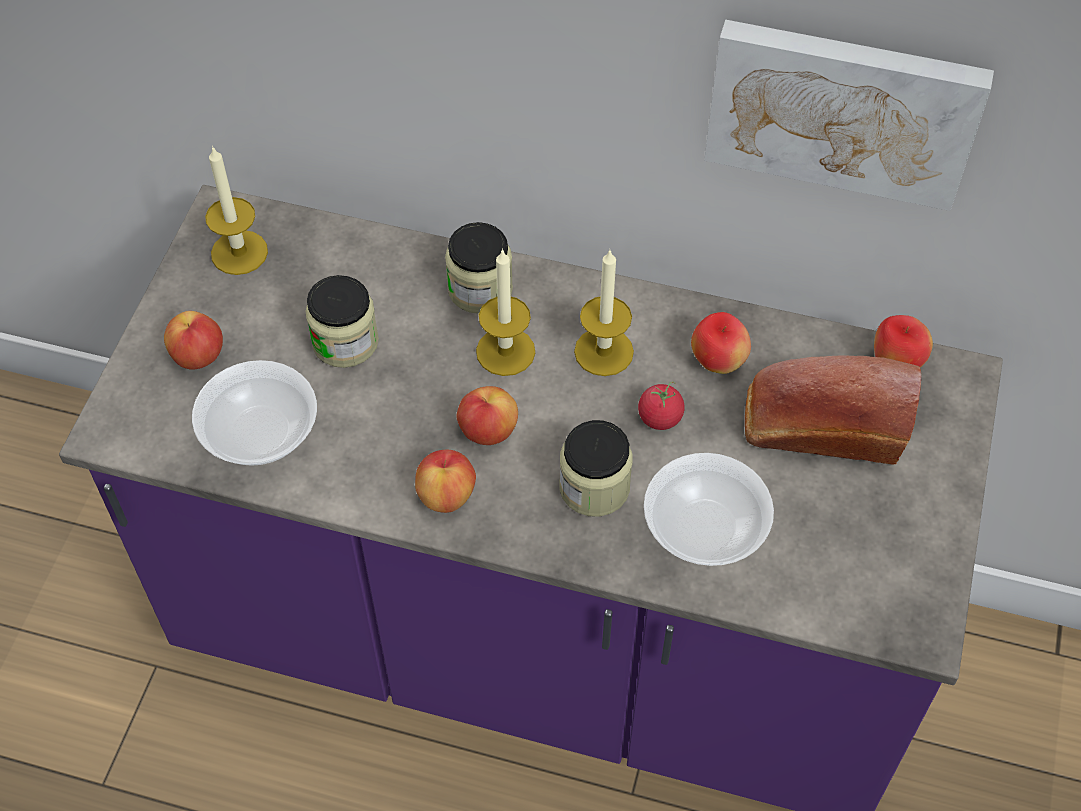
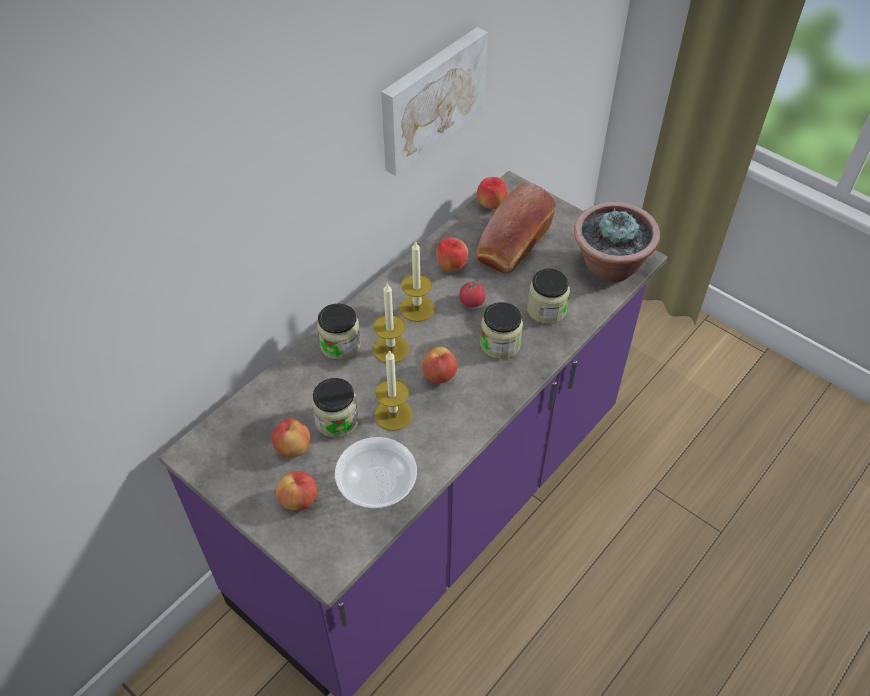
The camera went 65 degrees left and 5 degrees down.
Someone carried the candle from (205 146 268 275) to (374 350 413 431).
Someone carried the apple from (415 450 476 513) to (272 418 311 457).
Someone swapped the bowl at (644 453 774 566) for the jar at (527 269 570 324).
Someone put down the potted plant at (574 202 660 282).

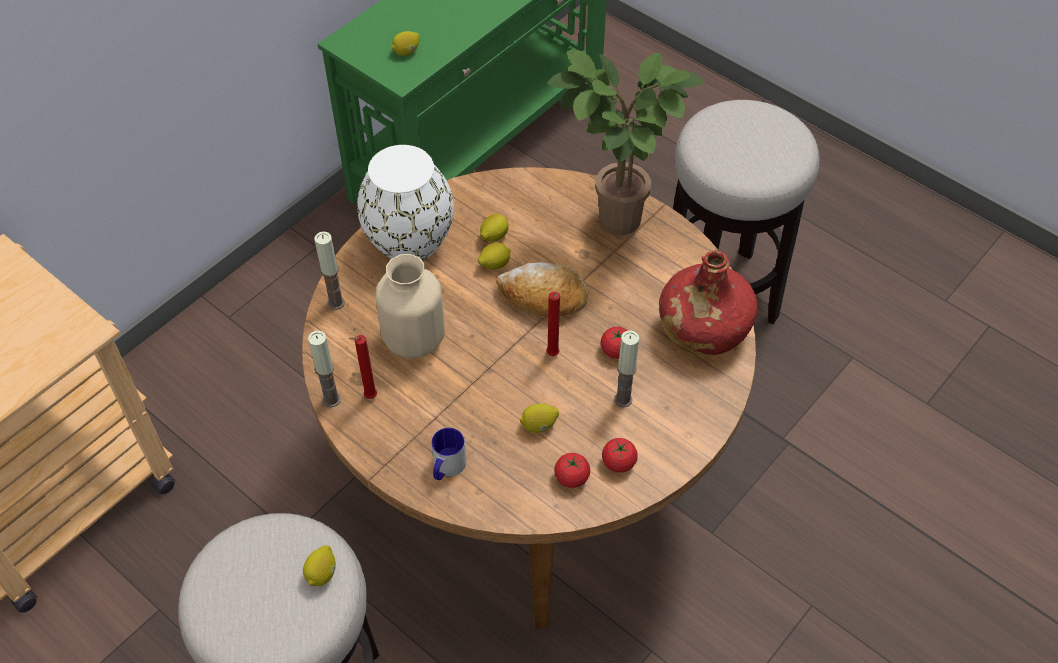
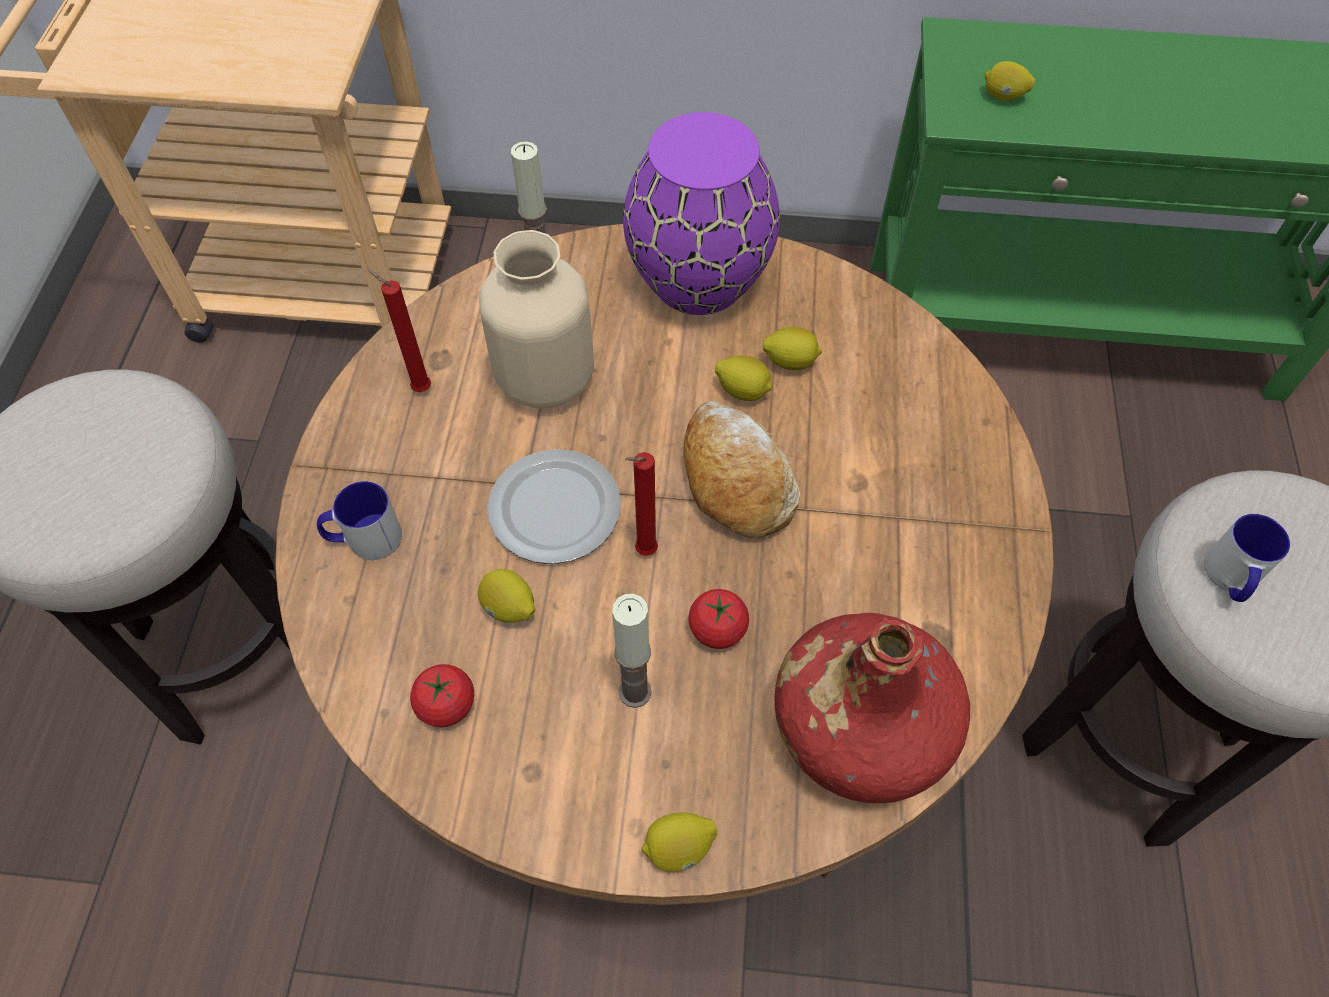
The camera went 55 degrees right and 5 degrees up.
Someone carried the lemon from (303 545 336 586) to (642 812 717 872).
Someone took away the candle at (308 331 341 407).
Someone repainted the white vase at (357 145 454 261), which became the purple vase at (623 112 780 315).
Someone took away the potted plant at (548 50 705 236).
Someone took away the tomato at (602 438 638 473).
Someone put down the plate at (487 449 621 564).
Someone put down the mug at (1204 514 1290 602).

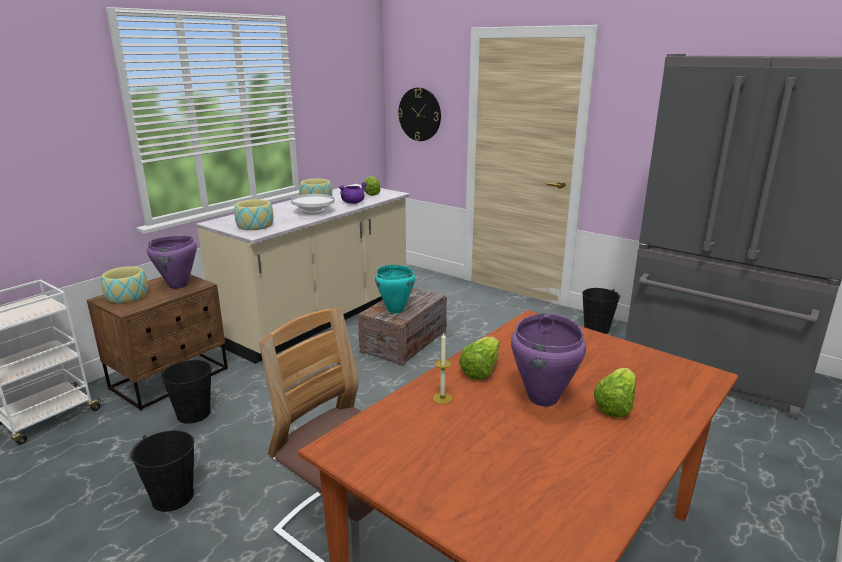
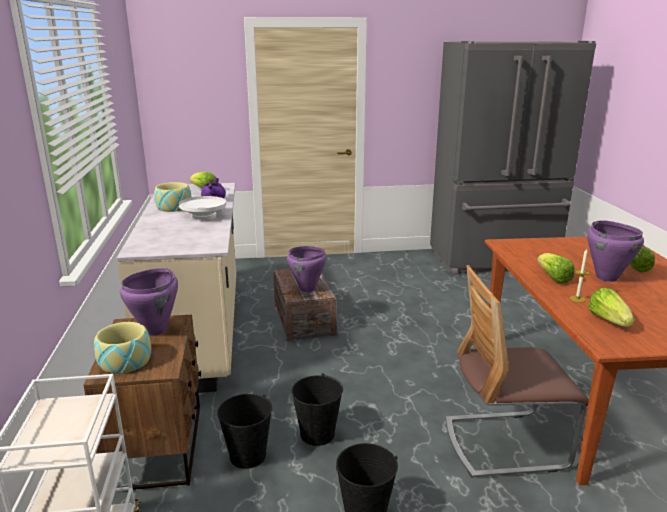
The camera went 45 degrees left and 0 degrees up.
Someone took away the bowl at (234 199 274 230).
Someone repainted the turquoise cooking pot at (375 265 415 313), which became the purple cooking pot at (287 246 327 292).
Someone took away the wall clock at (398 88 441 141).
Someone carried the black bucket from (582 288 620 334) to (292 373 343 446).
Someone put down the lettuce at (588 288 634 327).

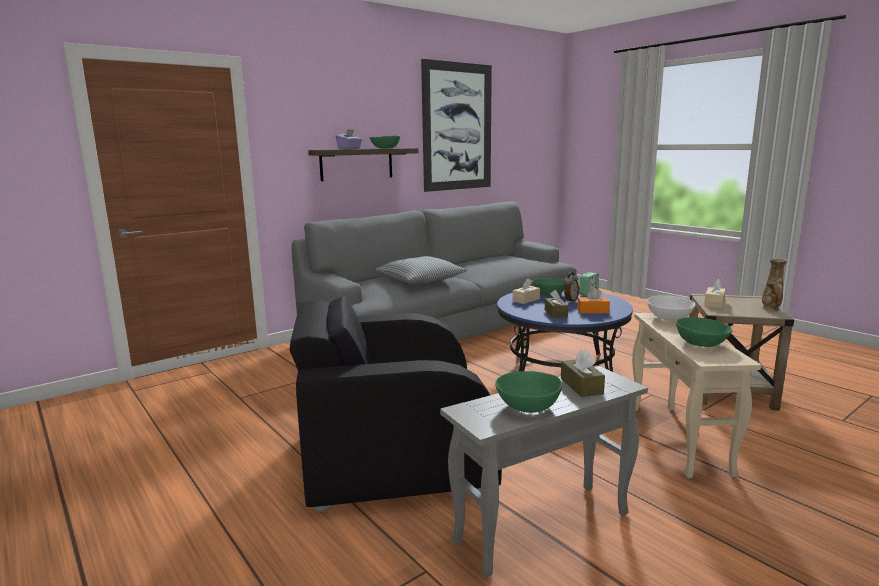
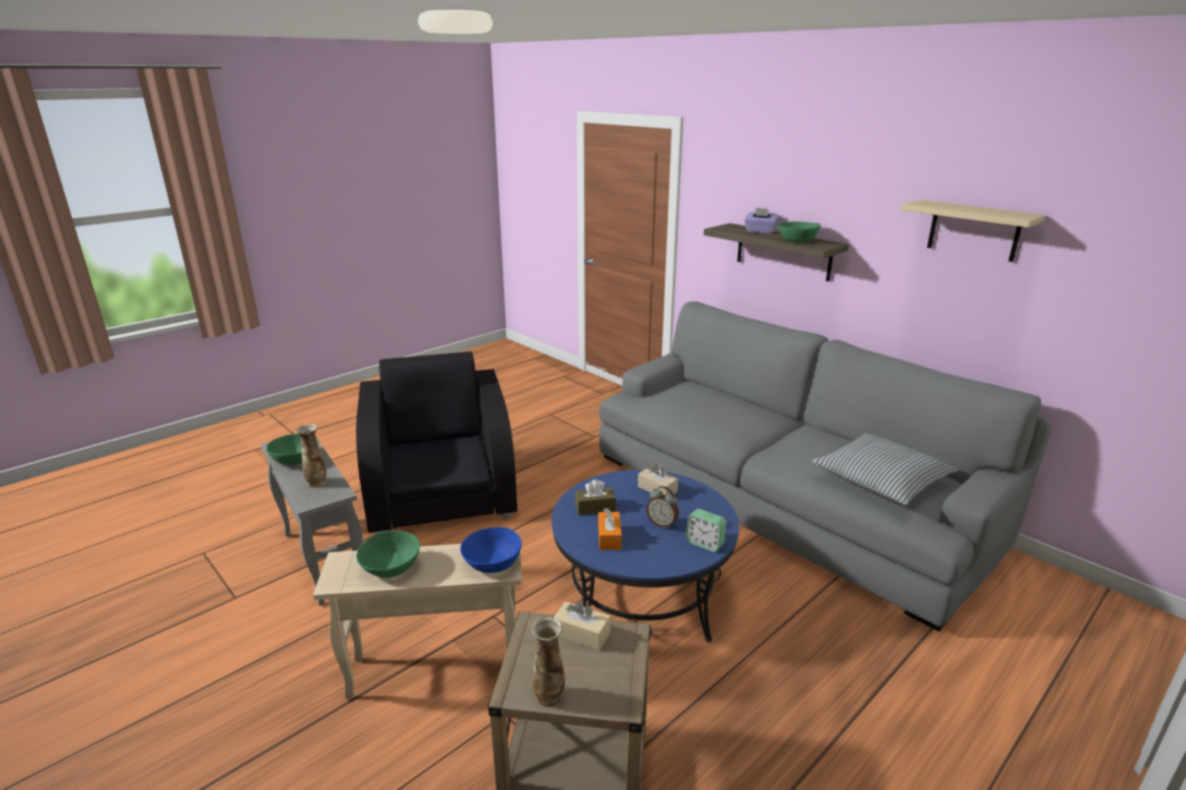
The camera went 85 degrees right and 10 degrees up.
Someone carried the pillow from (376 256 467 284) to (811 433 958 505).
Someone swapped the picture at (421 59 492 192) for the beige shelf at (900 200 1046 262).
Someone took away the green bowl at (533 278 565 296).
Someone swapped the brown tissue box at (561 349 605 397) for the vase at (296 424 326 488).
Someone repainted the white bowl at (647 295 696 320), which became the blue bowl at (460 527 522 573).

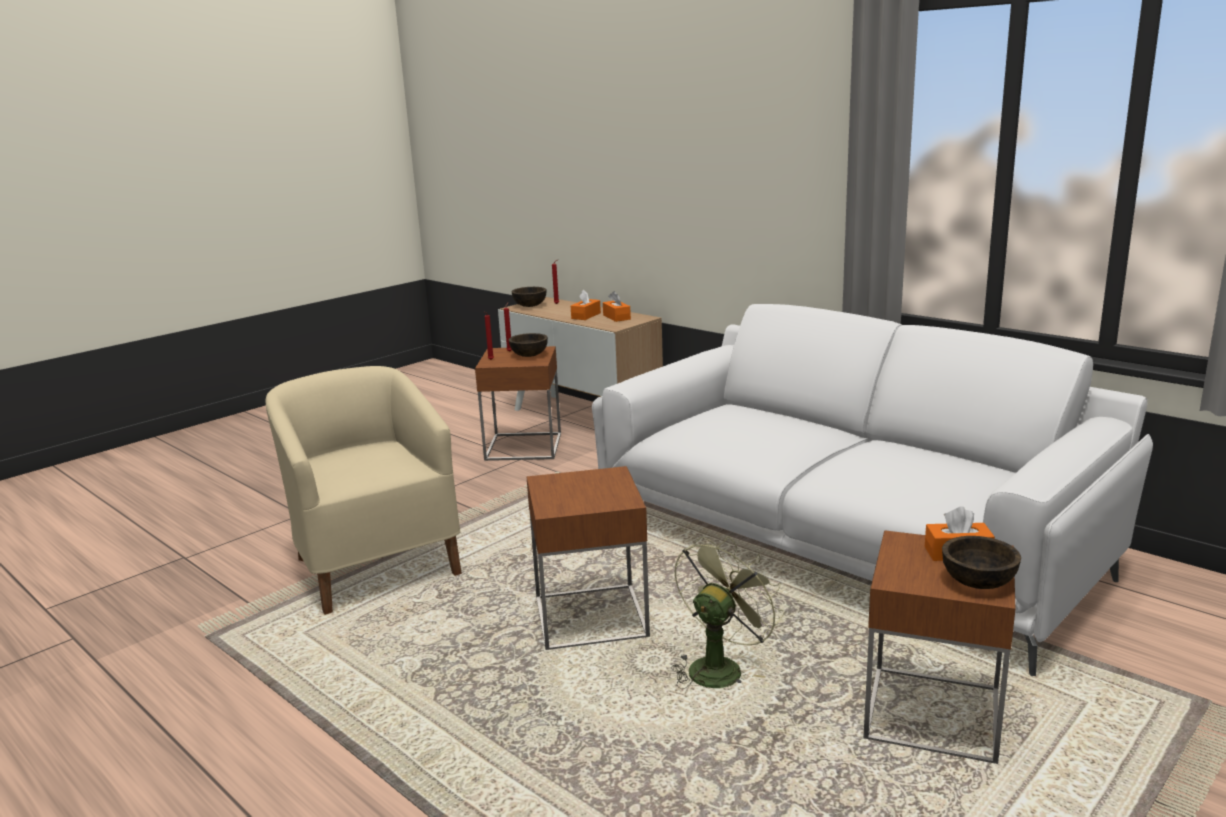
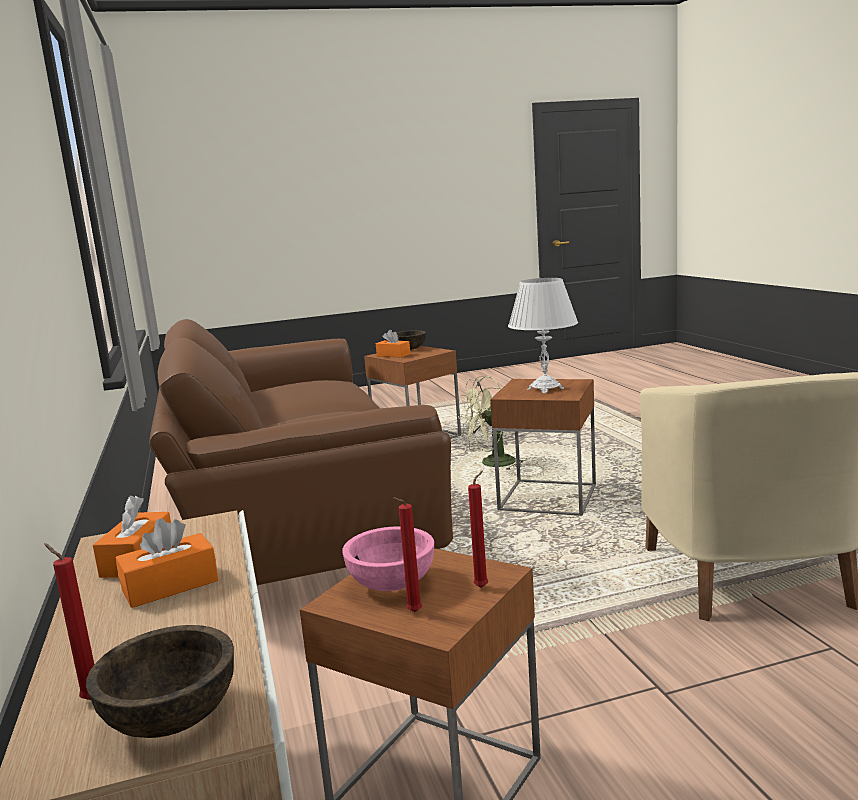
The camera went 150 degrees left and 5 degrees down.
Someone repainted the brown bowl at (509 333 548 357), which became the pink bowl at (342 526 434 591).
Someone repainted the white sofa at (592 304 1153 676), which became the brown sofa at (149 319 453 585).
Someone put down the white table lamp at (508 278 578 394).

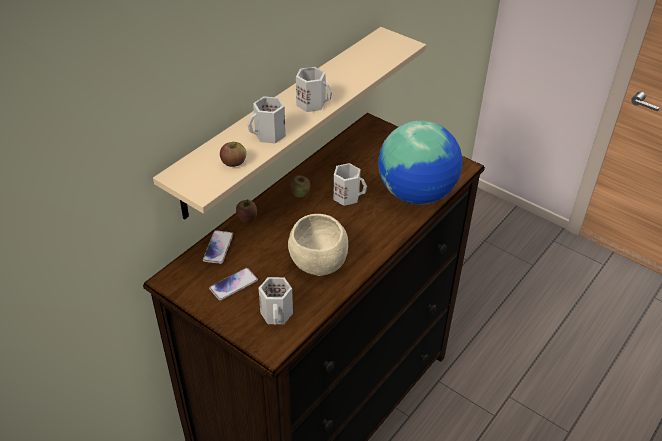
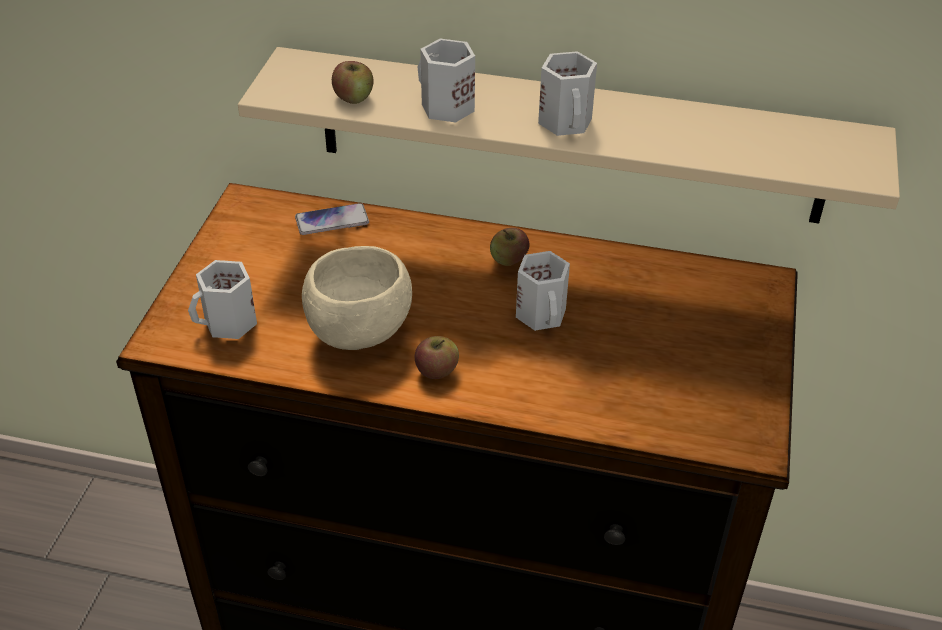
The camera went 65 degrees right and 0 degrees up.
Someone took away the phone at (209 268 258 301).
Someone carried the apple from (236 199 257 222) to (415 336 459 379).
Someone took away the globe at (378 121 462 204).

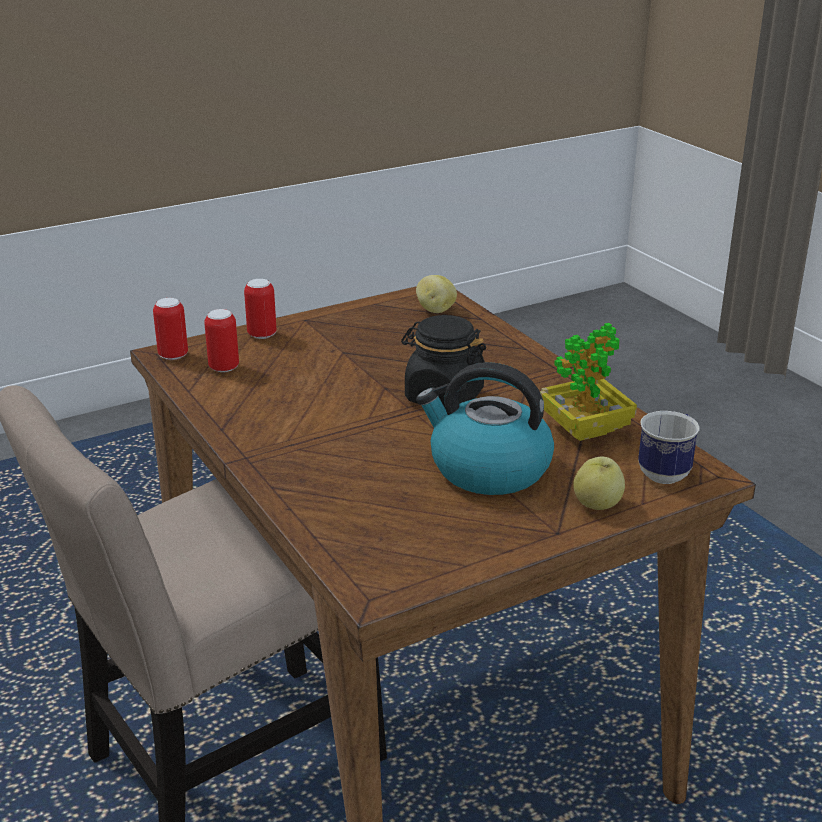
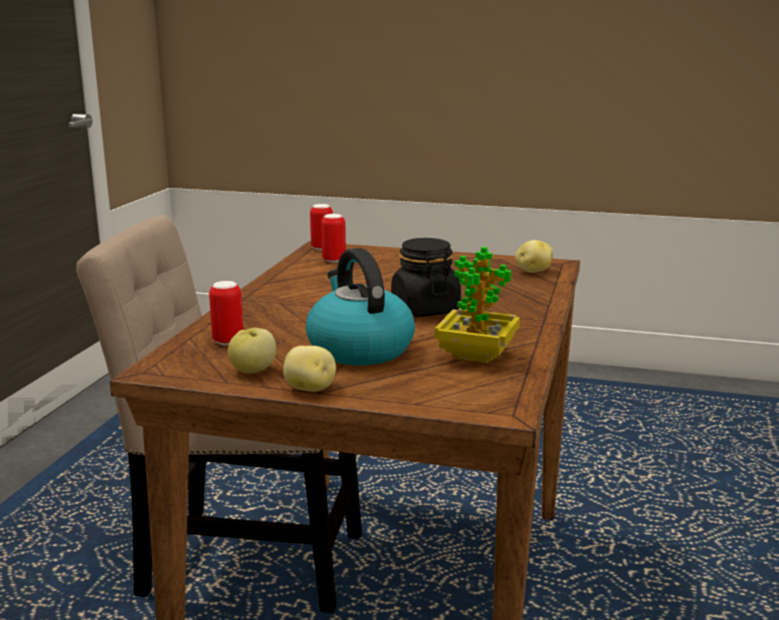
The camera went 45 degrees right and 10 degrees down.
Someone carried the can from (244 279 276 339) to (209 281 243 346).
Someone carried the apple from (573 457 625 510) to (228 328 276 373).
Someone took away the mug at (638 411 699 484).
Someone put down the potato at (283 346 336 391).

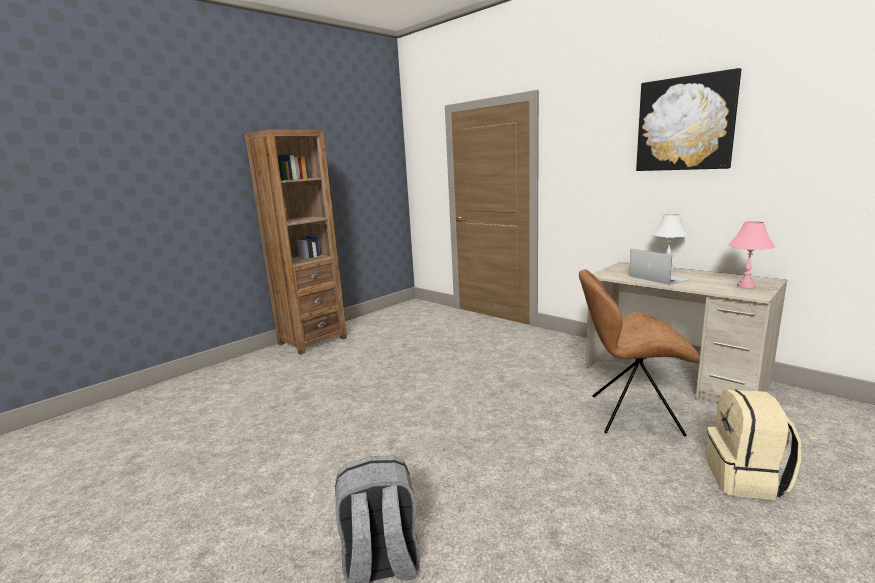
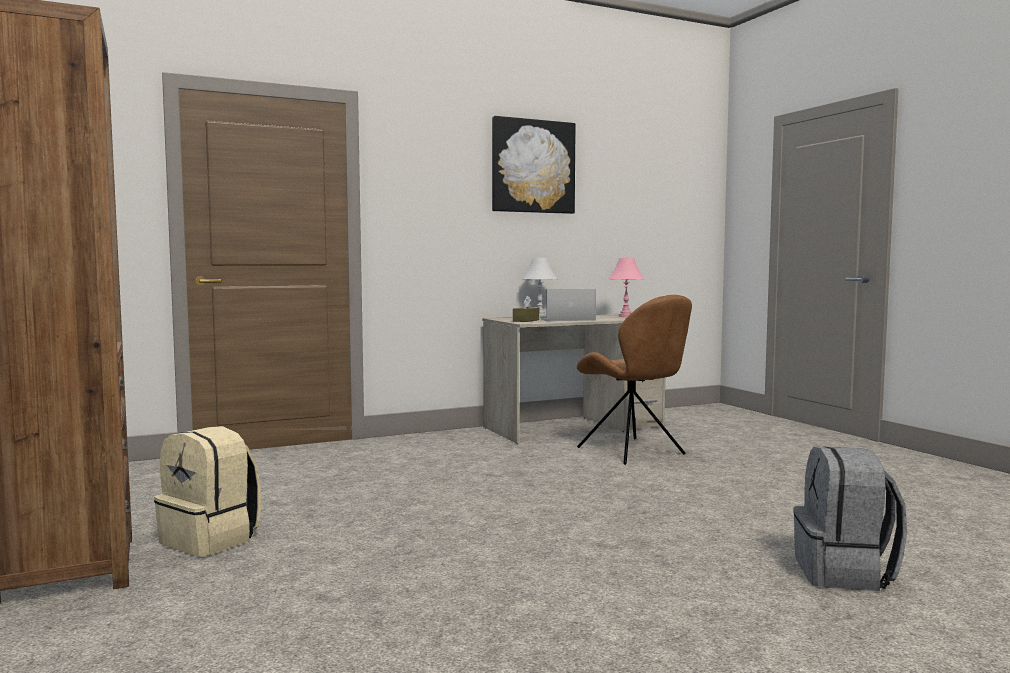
The camera went 70 degrees left and 10 degrees down.
Someone rotated the brown chair at (579 269 700 436) by 60 degrees counterclockwise.
Someone carried the beige backpack from (706 390 801 500) to (154 426 261 557).
Someone put down the brown tissue box at (513 296 539 322).

